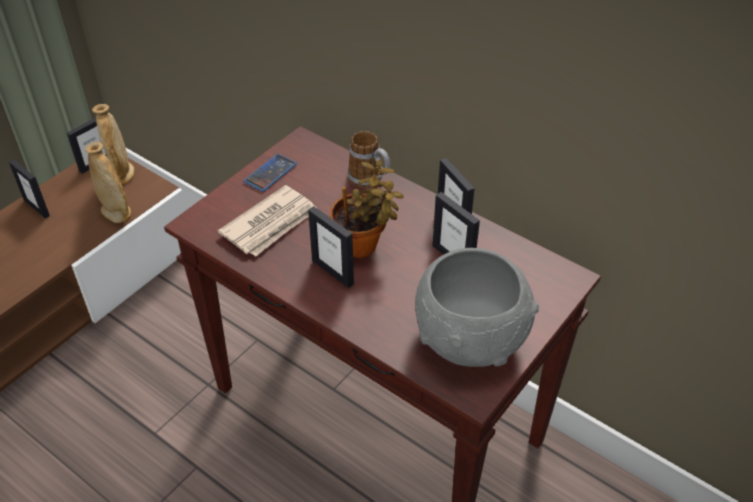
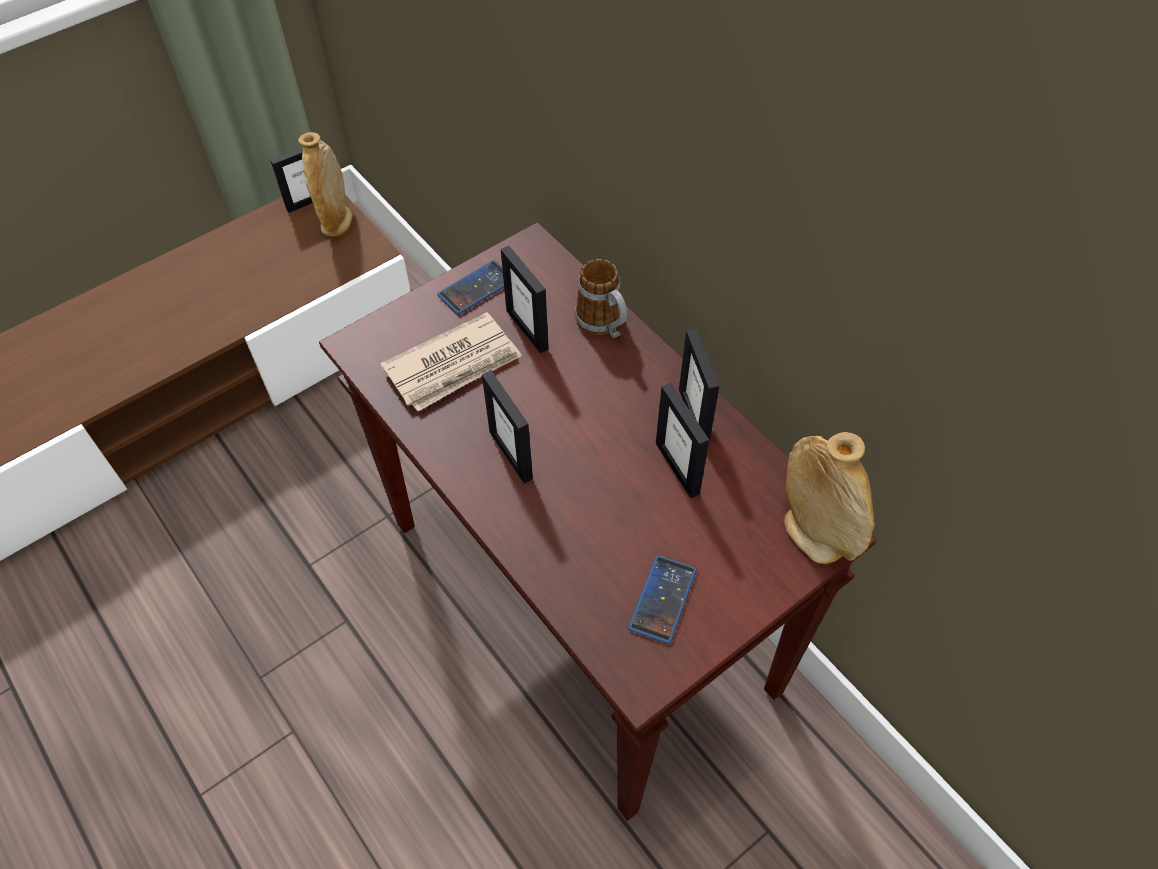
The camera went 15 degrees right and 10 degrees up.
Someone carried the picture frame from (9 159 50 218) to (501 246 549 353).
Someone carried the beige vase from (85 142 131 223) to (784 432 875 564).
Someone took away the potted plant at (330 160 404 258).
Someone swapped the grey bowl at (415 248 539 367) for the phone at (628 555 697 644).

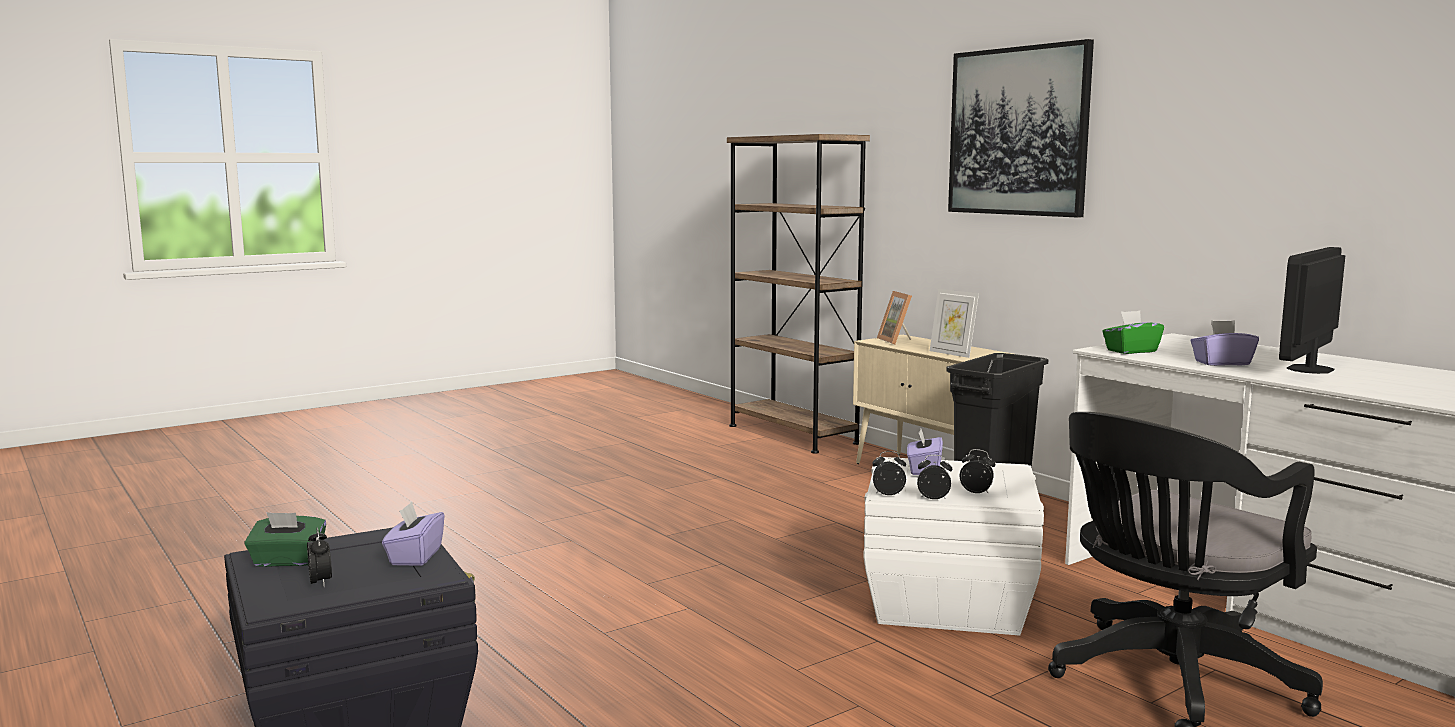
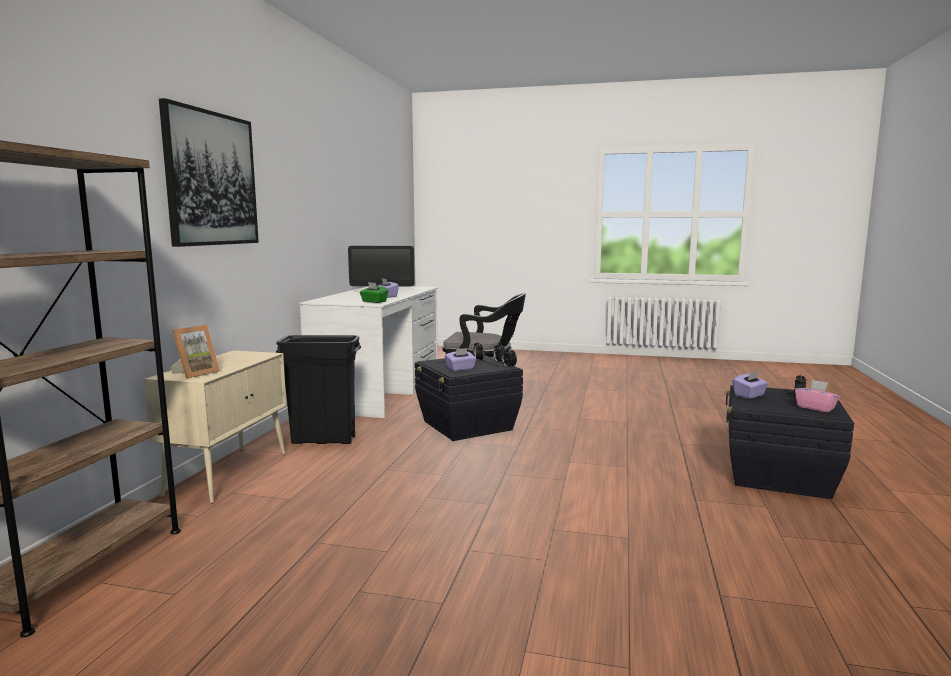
The camera went 130 degrees left and 0 degrees up.
Someone repainted the green tissue box at (244 512 326 567), which became the pink tissue box at (795 380 840 412).
Someone repainted the white storage box at (863 457 1044 636), which became the black storage box at (415 355 523 441).
Someone took away the picture frame at (930 289 979 358).

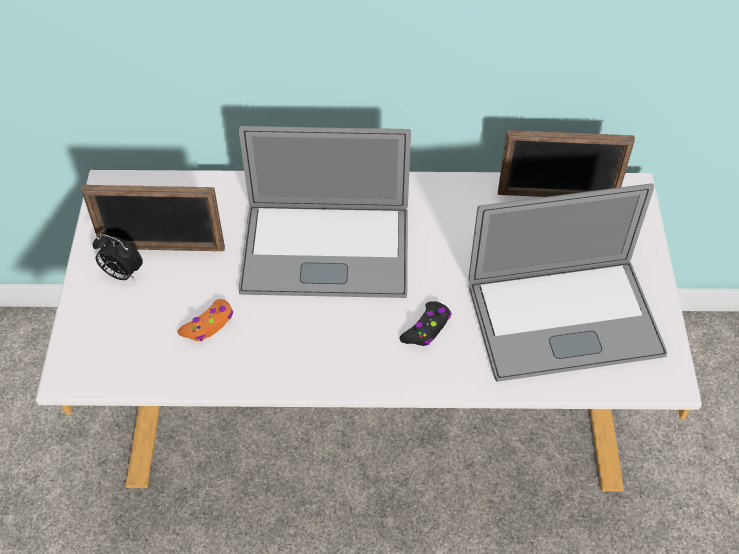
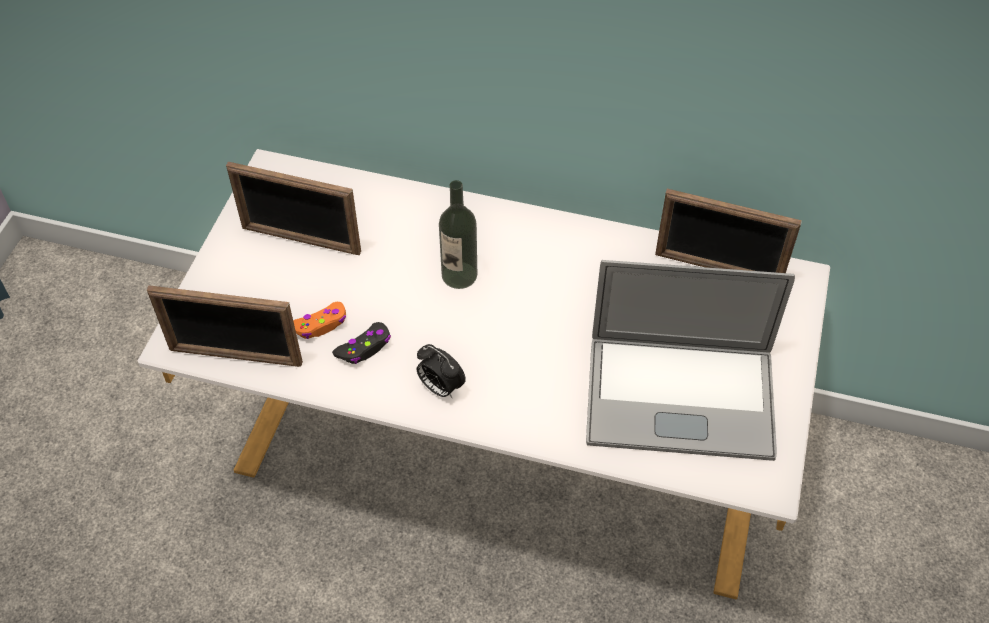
The camera went 15 degrees right and 0 degrees up.
Someone carried the alarm clock from (93 234 143 281) to (417 344 466 399).
Someone swapped the laptop at (239 126 411 298) for the bottle at (439 180 477 289).
Someone carried the black game controller from (399 301 451 346) to (332 322 391 364).
Someone put down the picture frame at (147 285 303 367).

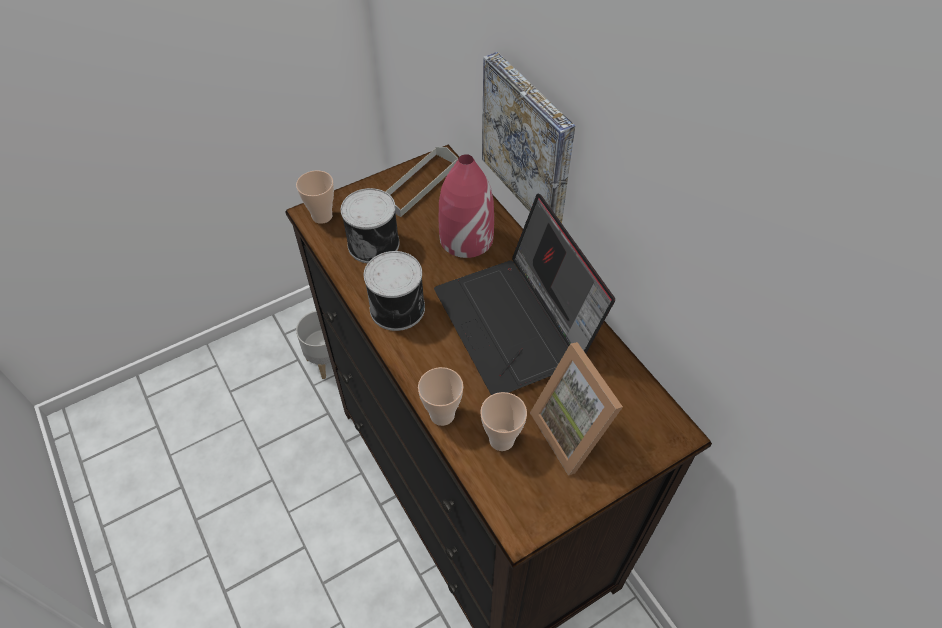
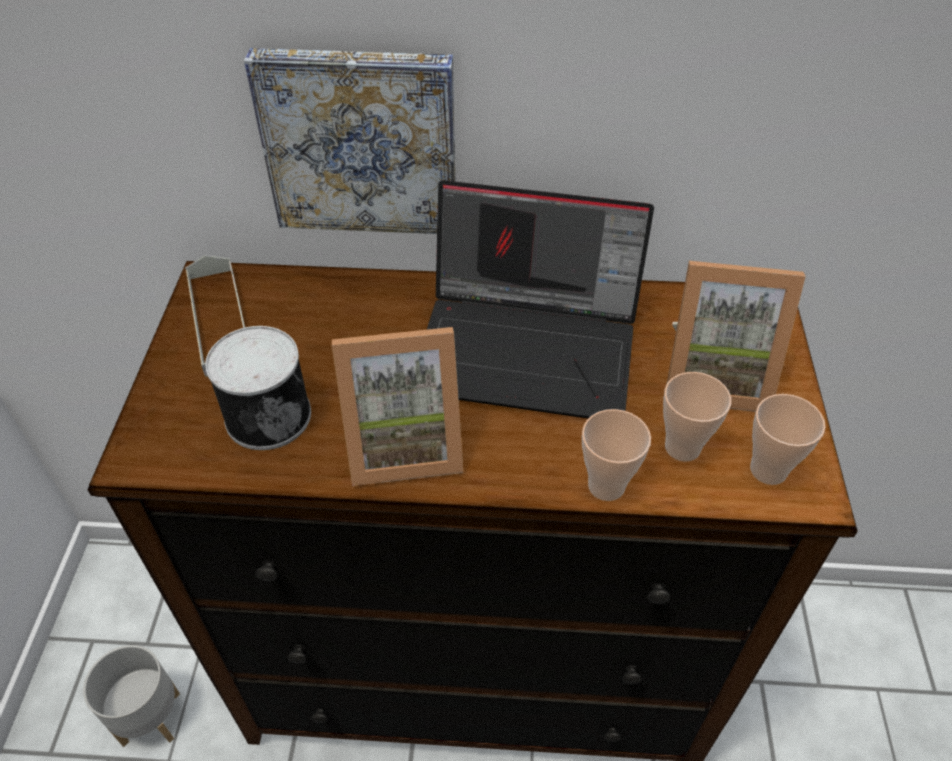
The camera went 55 degrees left and 5 degrees down.
Someone carried the cup from (296 170 334 224) to (750 394 825 485).
Someone swapped the can at (364 251 425 331) for the picture frame at (332 327 463 486).
Someone took away the red vase at (439 154 494 258).

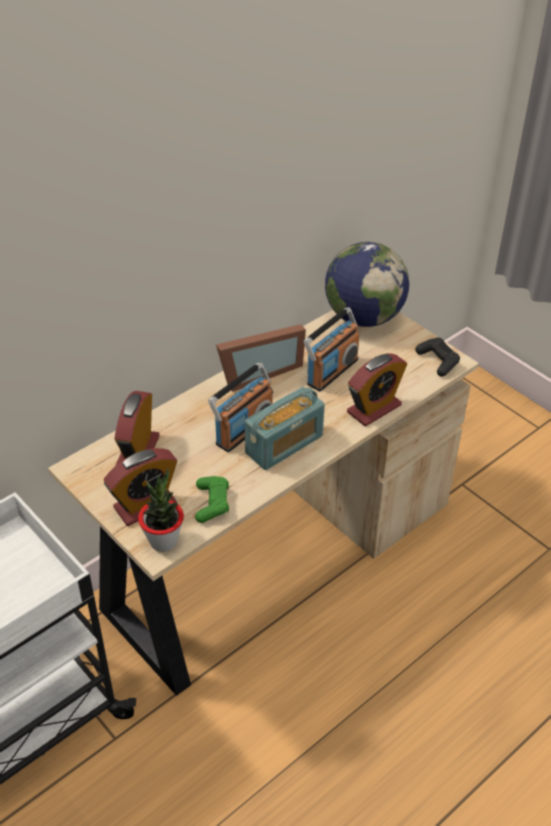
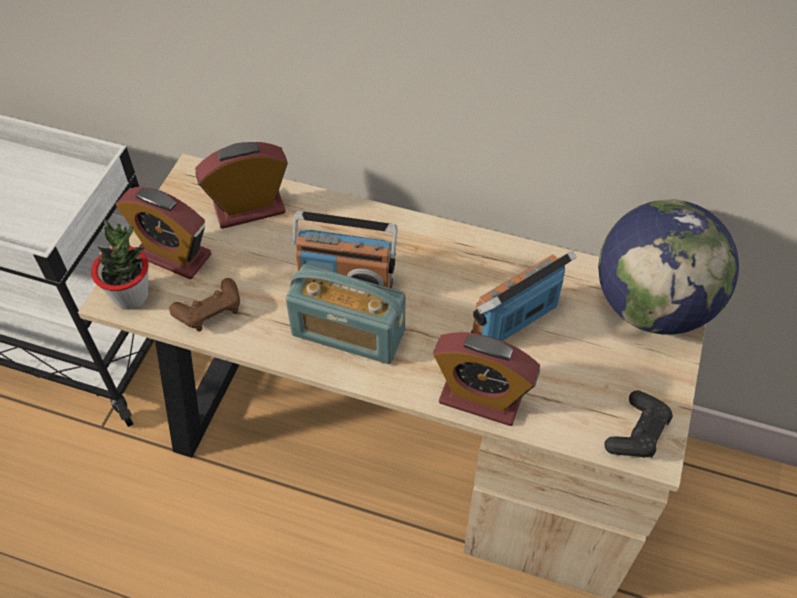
The camera went 60 degrees right and 10 degrees up.
Someone repainted the green game controller at (195 476 229 523), which became the brown game controller at (169 278 240 332).
Someone took away the picture frame at (216 324 306 392).
Someone rotated the radio at (304 307 359 392) by 135 degrees clockwise.

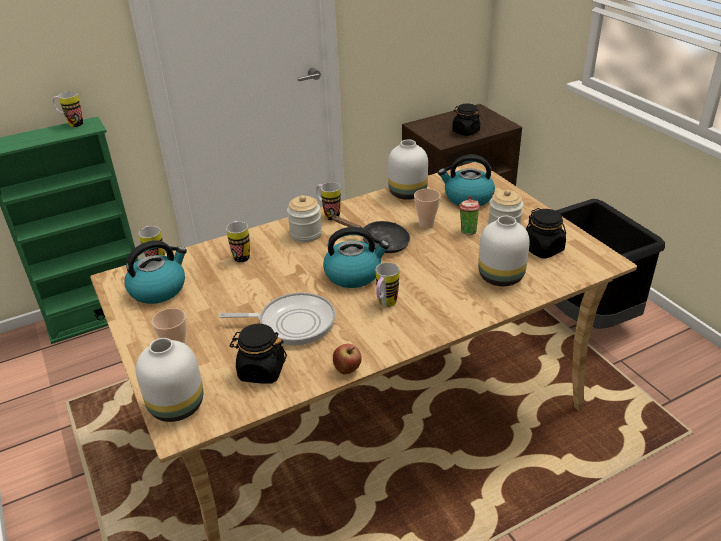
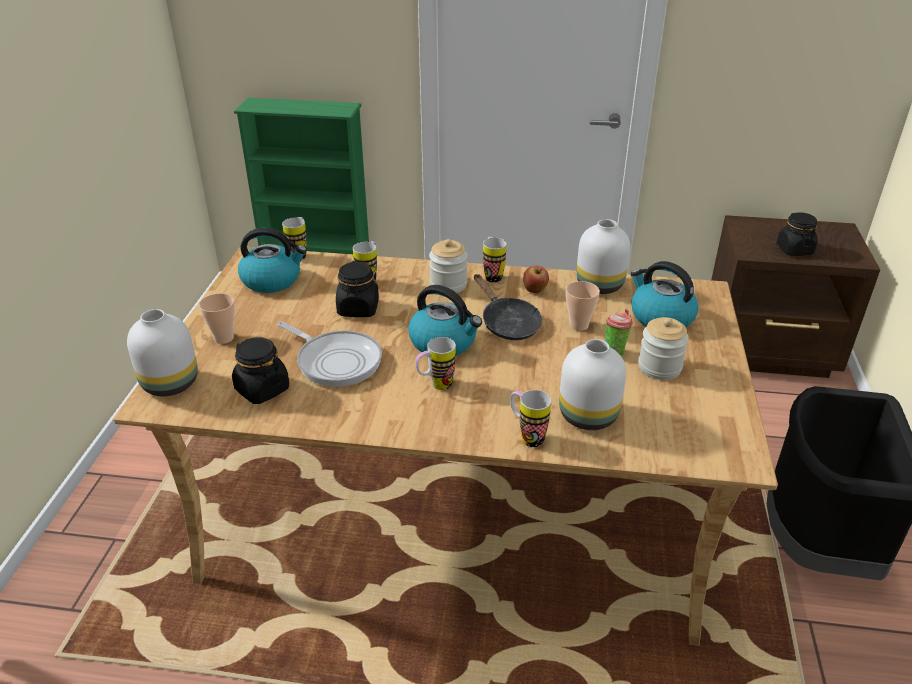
The camera went 35 degrees right and 0 degrees up.
Someone carried the mug from (52 91 83 127) to (510 390 551 447).
Someone carried the apple from (333 344 362 375) to (523 266 549 293).
Someone carried the black jar from (526 208 566 259) to (336 261 379 317).

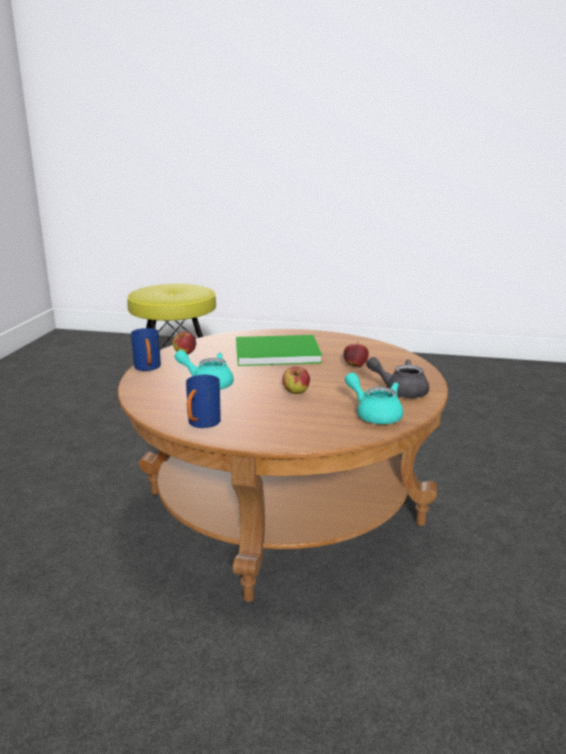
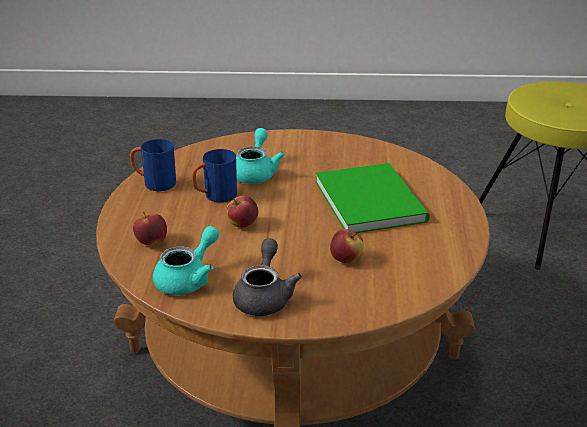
The camera went 80 degrees right and 10 degrees up.
Someone carried the blue mug from (131 328 161 371) to (191 149 237 203).
Someone carried the apple from (173 331 196 355) to (133 212 167 245).

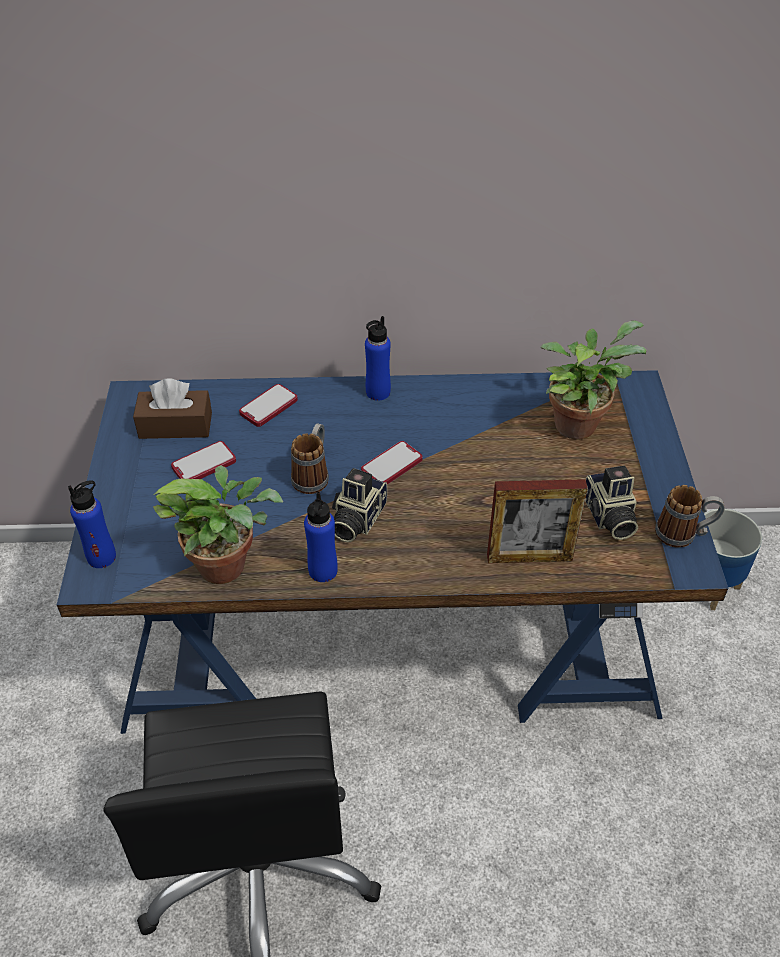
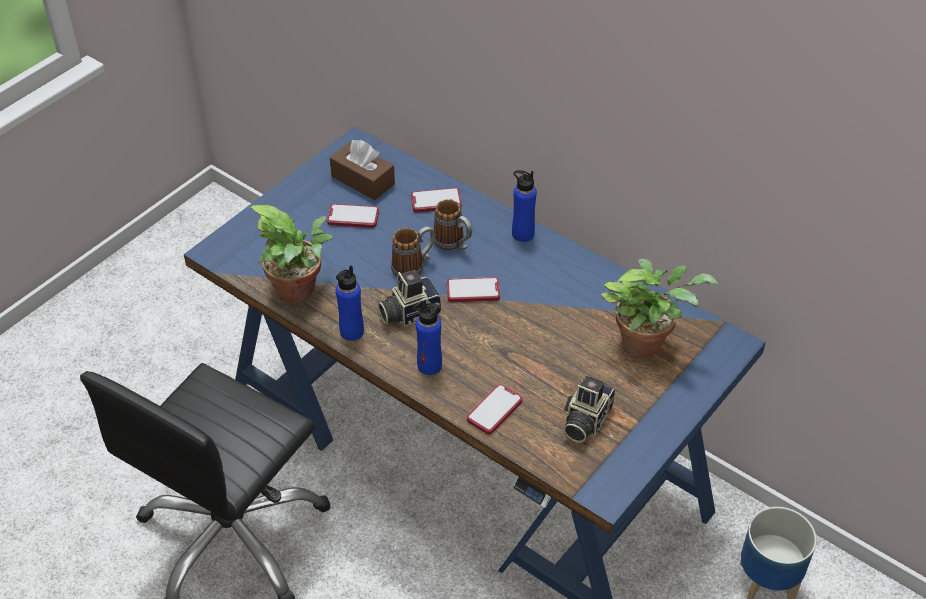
The camera went 40 degrees right and 0 degrees up.
Someone carried the blue bottle from (68 480 116 568) to (416 301 442 375).
Someone swapped the picture frame at (487 479 588 563) for the phone at (467 384 522 435).
Someone carried the mug from (655 485 725 548) to (434 199 472 250).

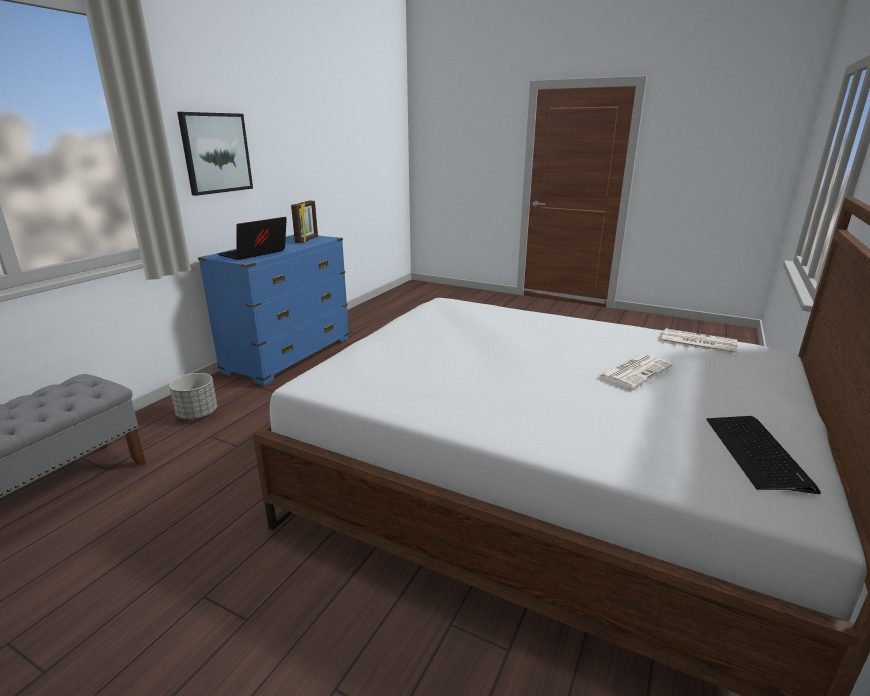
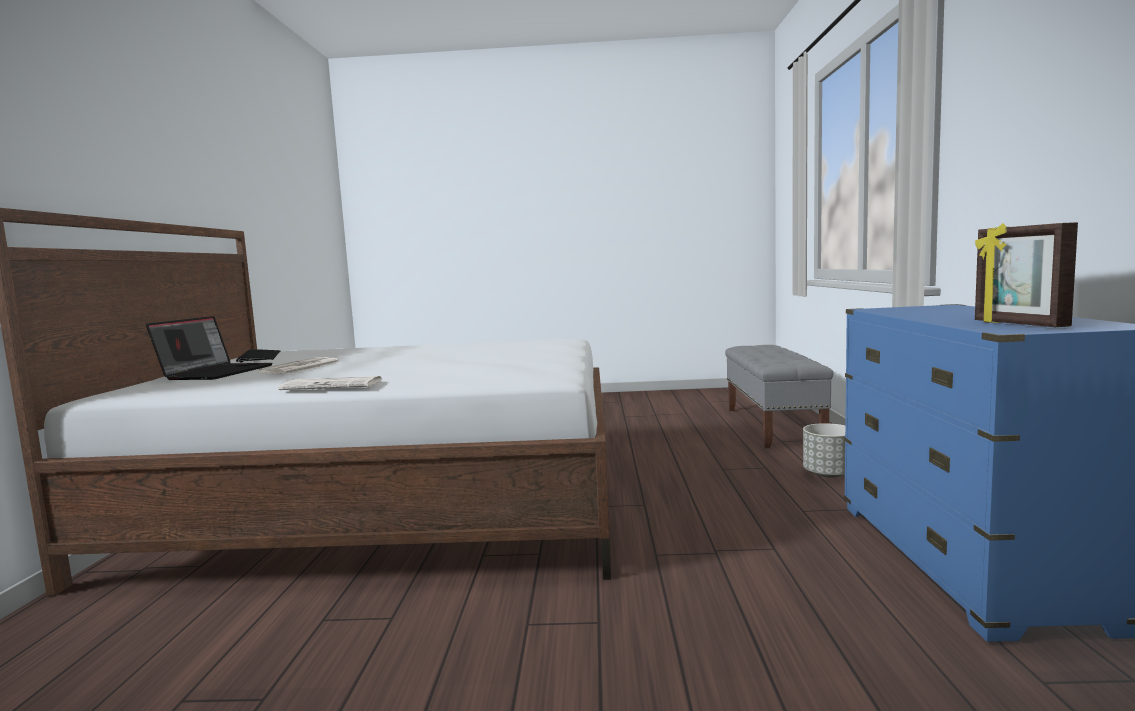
The camera went 155 degrees right and 15 degrees down.
Someone took away the picture at (177 112 253 196).
Someone carried the laptop from (218 217 287 260) to (146 316 273 380).
Someone carried the newspaper from (661 328 737 355) to (278 376 381 390).

